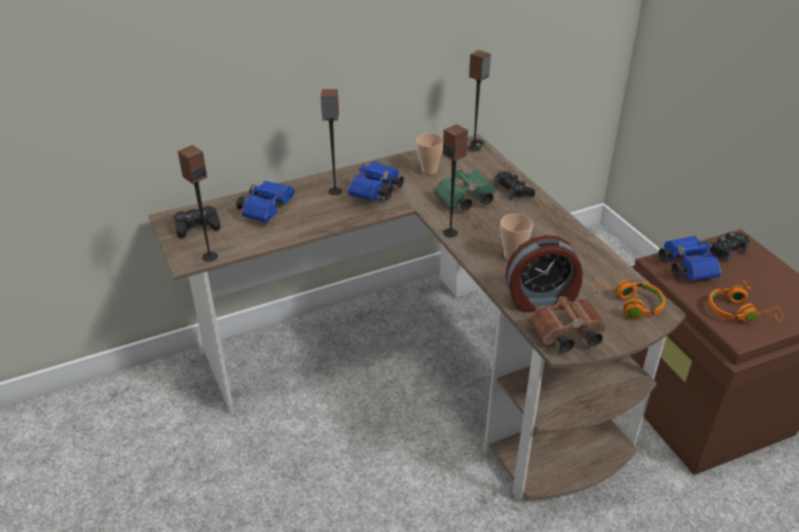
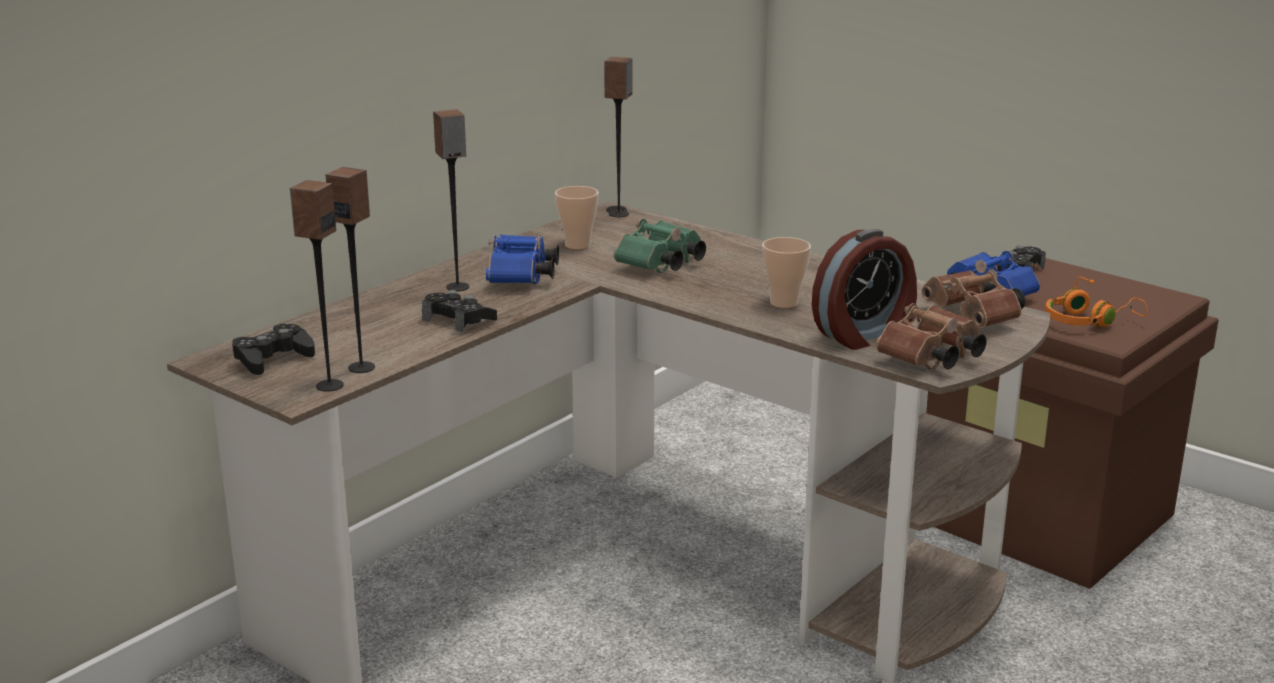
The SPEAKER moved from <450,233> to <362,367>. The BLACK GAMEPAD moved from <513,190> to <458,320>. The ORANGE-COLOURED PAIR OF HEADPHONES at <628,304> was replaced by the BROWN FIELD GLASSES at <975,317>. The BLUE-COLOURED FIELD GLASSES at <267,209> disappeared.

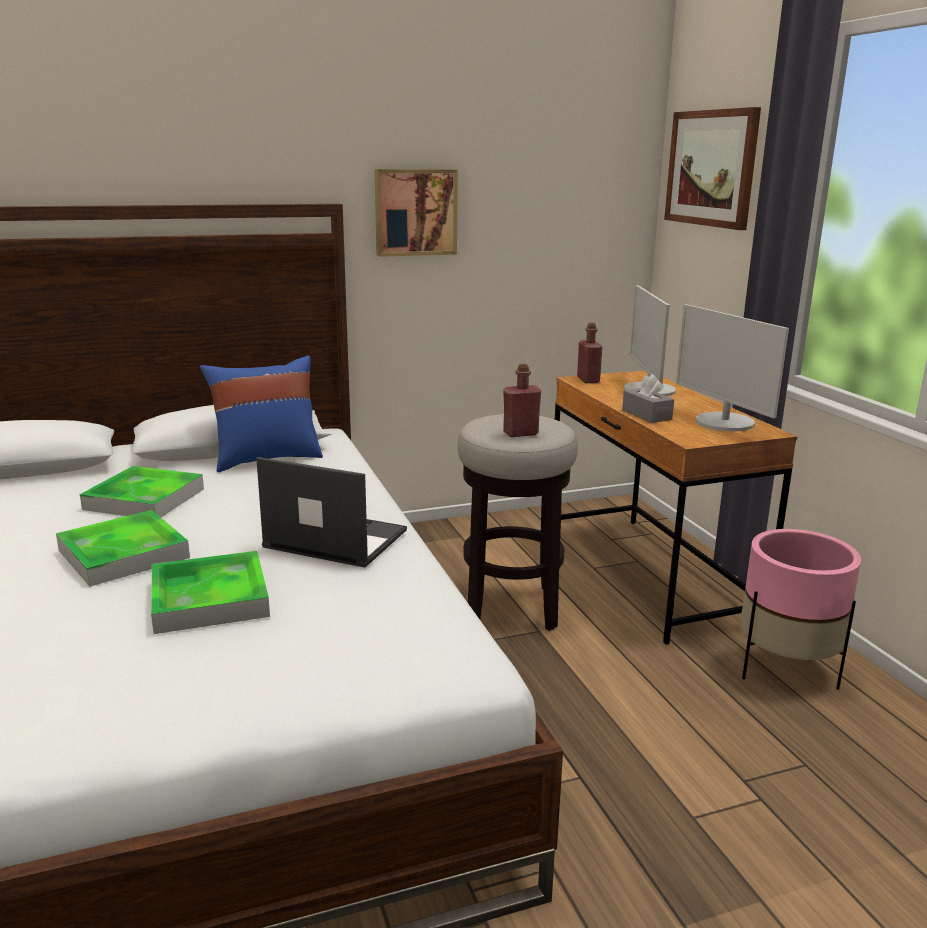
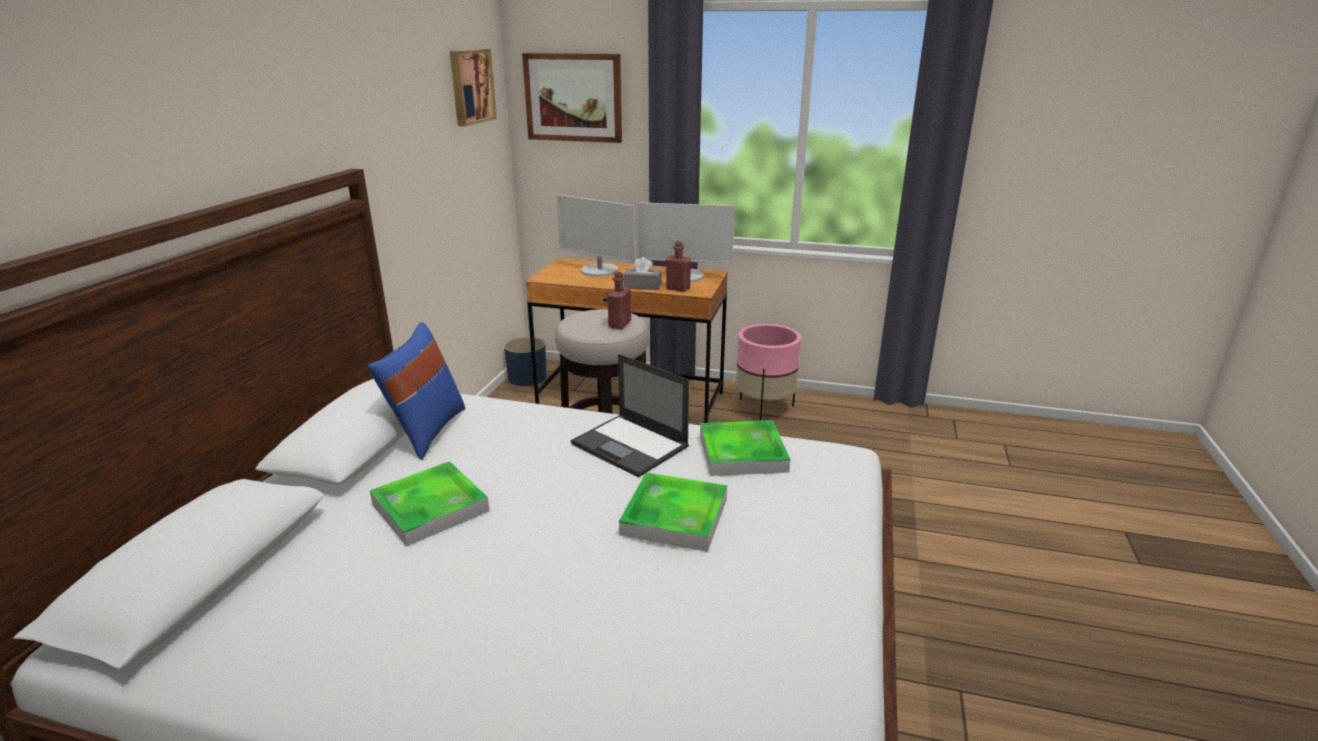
The PICTURE moved from <415,212> to <470,86>. The BLUE-COLOURED PLANTER at <527,377> appeared. The PORTABLE COMPUTER at <334,538> turned 105 degrees counterclockwise. The RED BOTTLE moved from <588,380> to <678,289>. The SERVING TRAY moved from <123,554> to <742,453>.

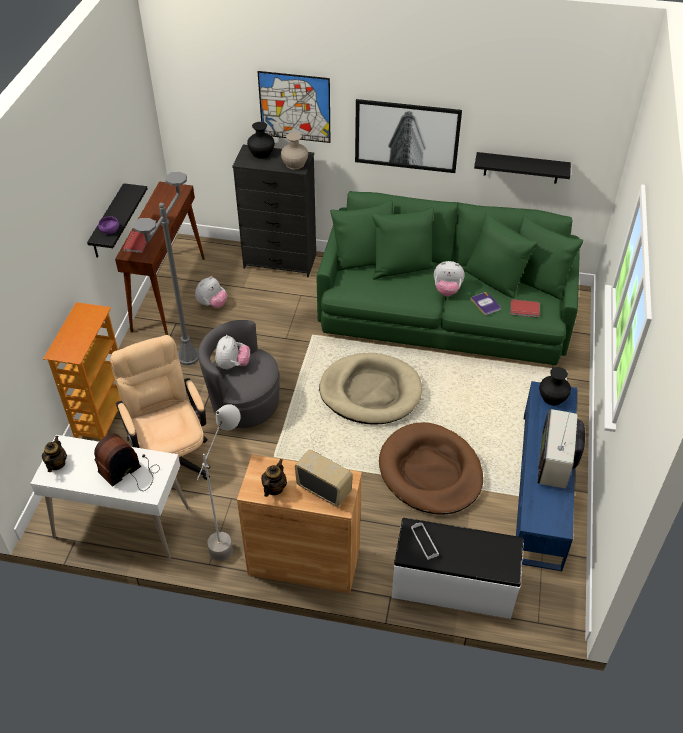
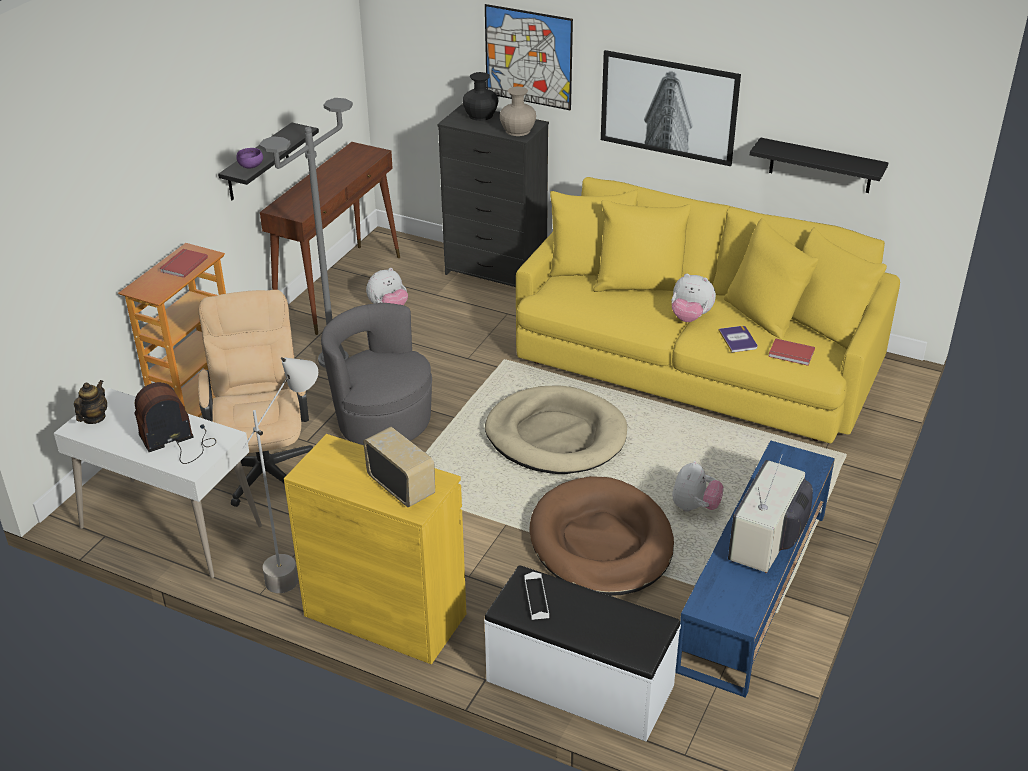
The RED VOLUME moved from <136,243> to <182,265>. The BROWN CUPBOARD at <304,561> became the YELLOW CUPBOARD at <385,615>. The GREEN SOFA at <444,310> became the YELLOW SOFA at <696,358>. The CUDDLY TOY moved from <233,365> to <695,507>. The TEA POT at <274,488> disappeared. The BLACK VASE at <552,397> disappeared.

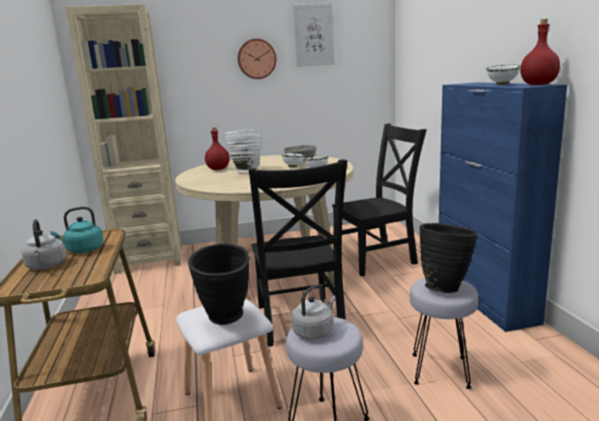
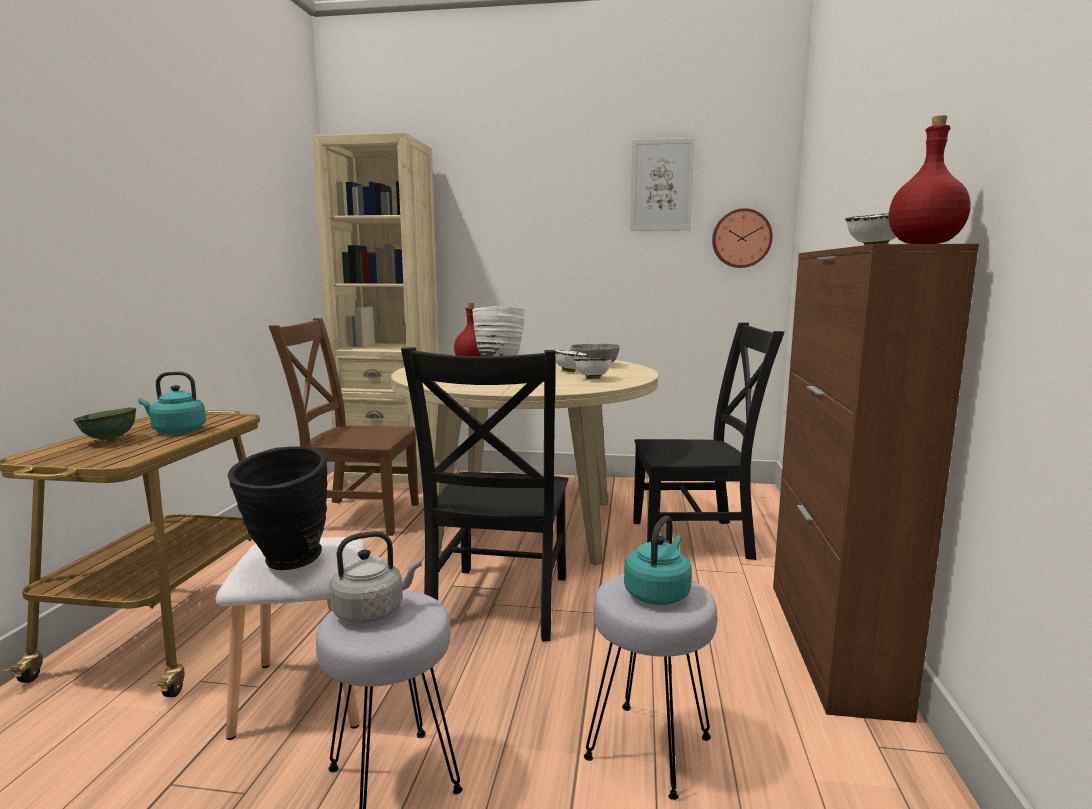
The GREYISH WATER KETTLE at <46,266> was replaced by the GREEN DEEP DISH at <109,441>. The BROWN UPRIGHT CHAIR at <356,516> appeared. The BLACK VASE at <445,287> was replaced by the TURQUOISE WATER KETTLE at <658,593>. The WALL CLOCK moved from <256,59> to <741,238>. The BLUE-COLOURED CUPBOARD at <484,298> became the BROWN CUPBOARD at <831,644>.

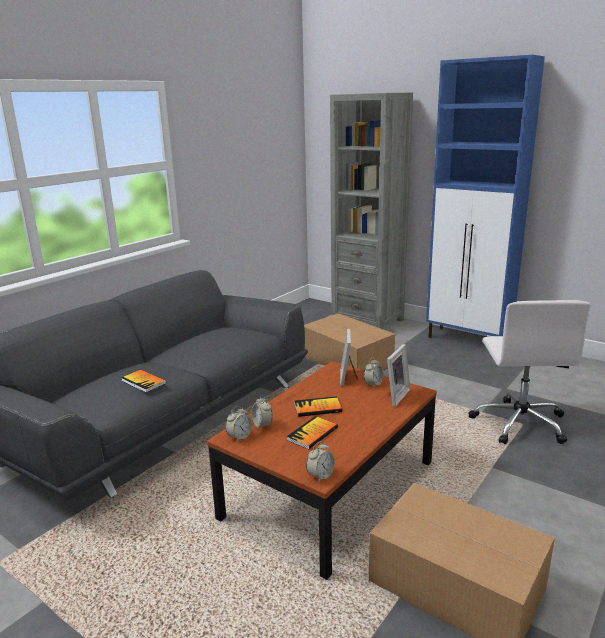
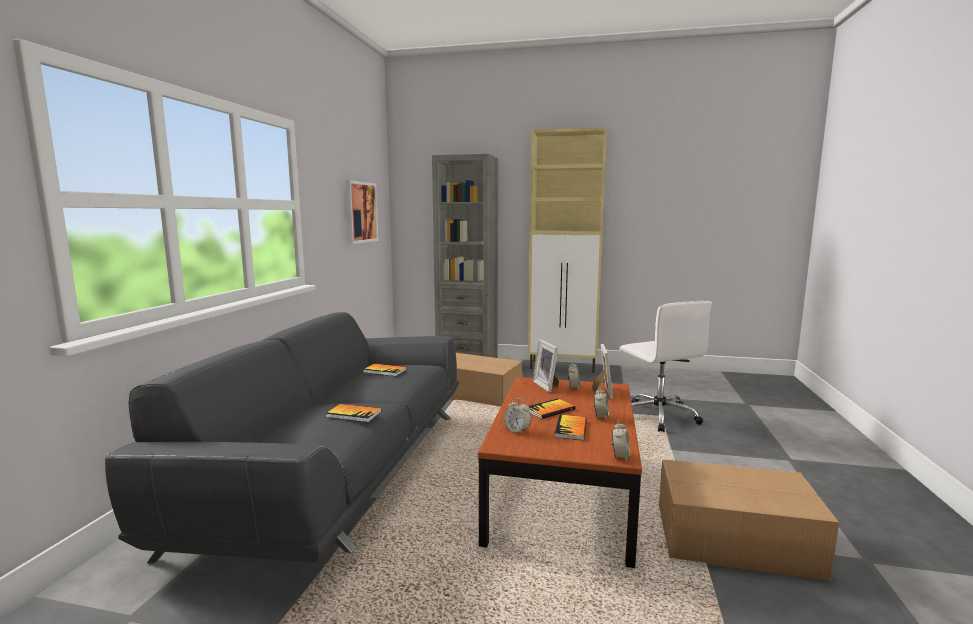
The PICTURE at <360,212> appeared. The VOLUME at <385,371> appeared. The BLUE-COLOURED CUPBOARD at <468,340> became the BEIGE CUPBOARD at <563,367>. The BEDSIDE CLOCK moved from <239,437> to <601,417>.

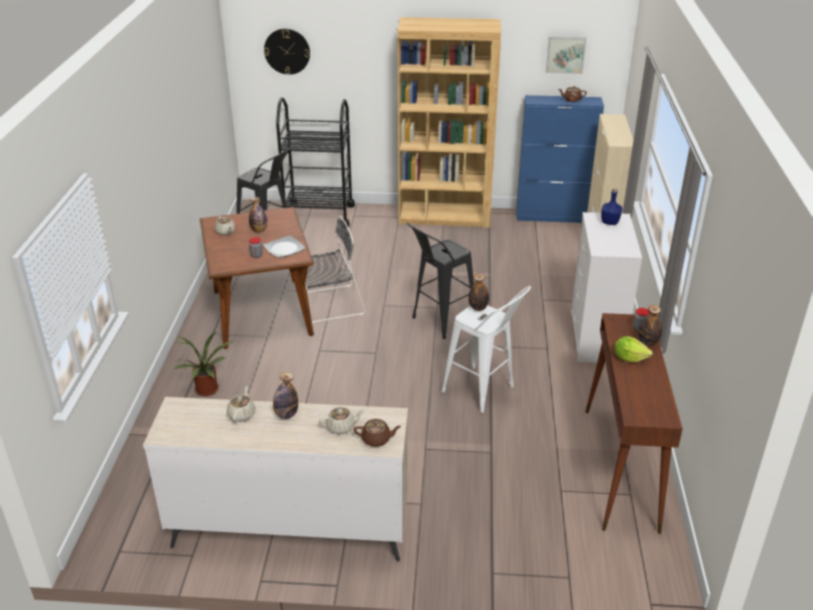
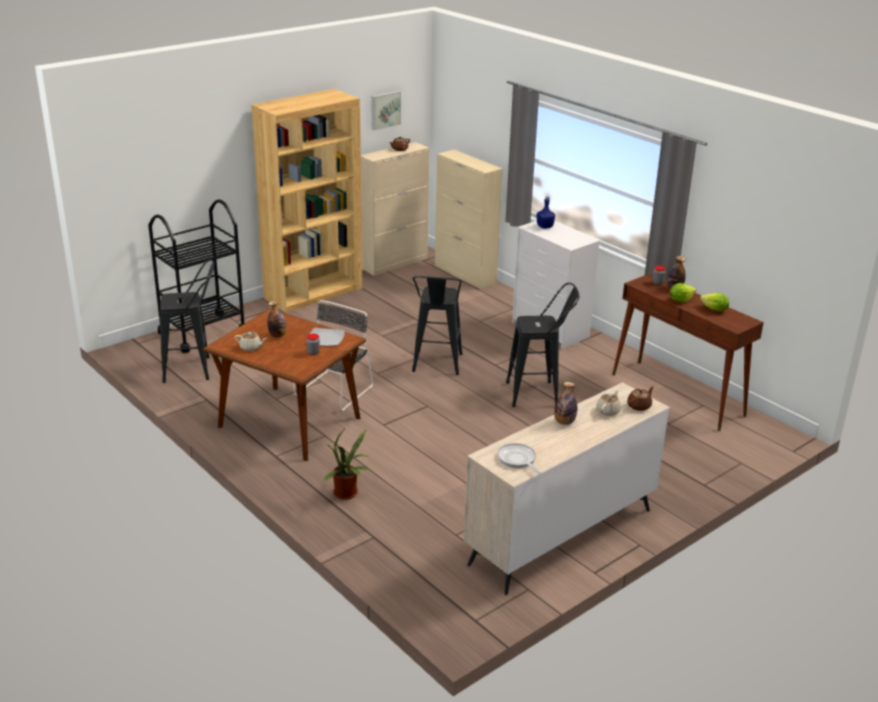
The BLUE-COLOURED CUPBOARD at <552,216> became the BEIGE CUPBOARD at <395,263>. The FRYING PAN at <518,460> appeared. The WHITE SITTING STOOL at <483,393> became the BLACK SITTING STOOL at <539,394>. The LETTUCE HEAD at <714,310> appeared. The BEIGE TEA POT at <242,414> disappeared. The WALL CLOCK at <287,51> disappeared. The BOTTLE at <478,308> disappeared.

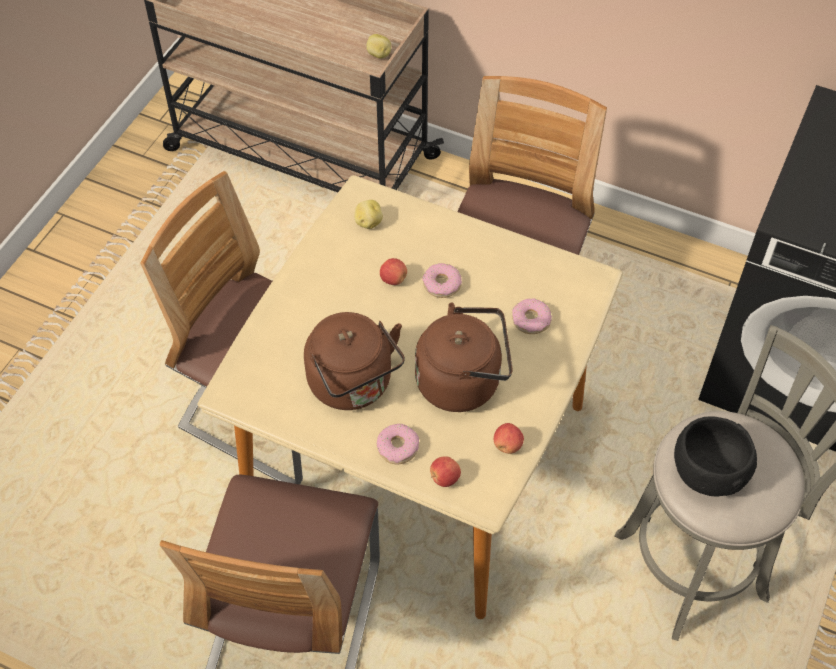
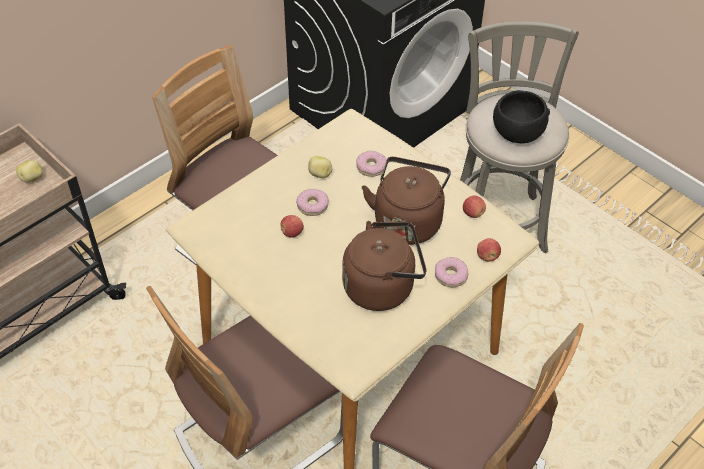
The SPUD moved from <368,222> to <320,174>.

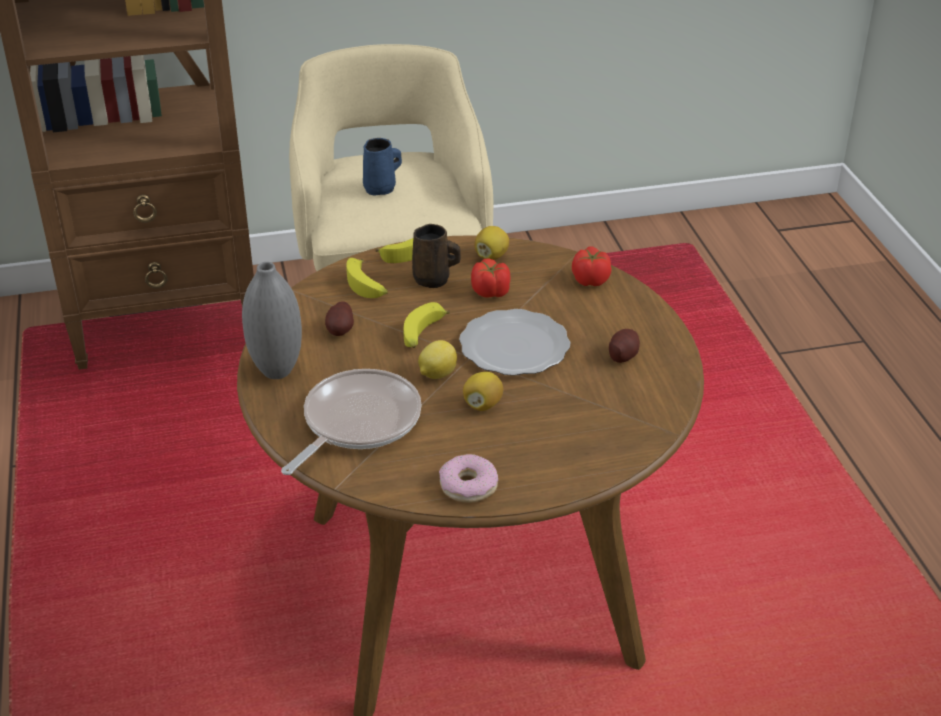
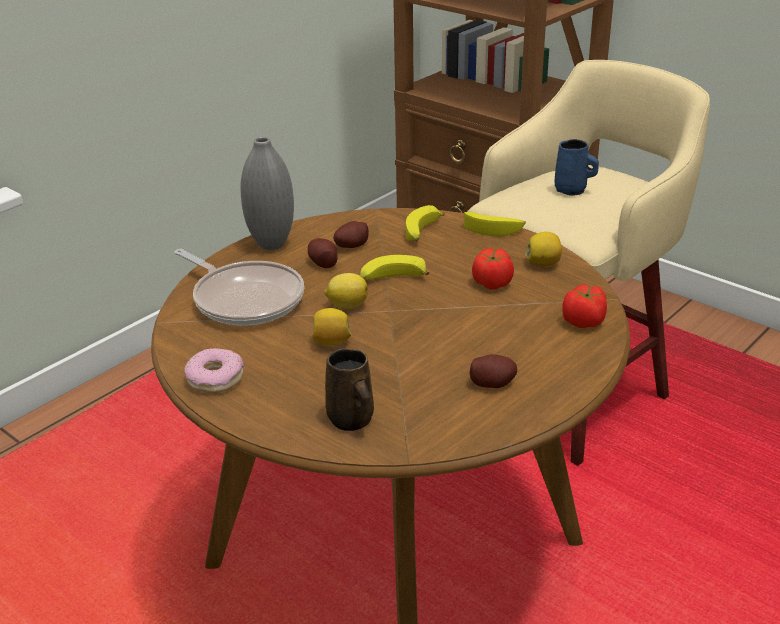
The FRYING PAN at <357,423> turned 45 degrees clockwise. The SPUD at <323,263> appeared. The BROWN MUG moved from <434,280> to <352,420>. The PLATE at <512,346> disappeared.

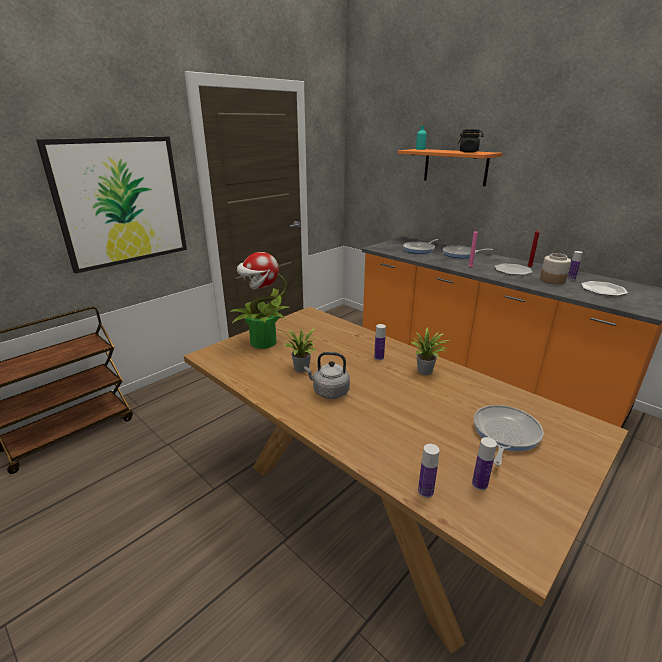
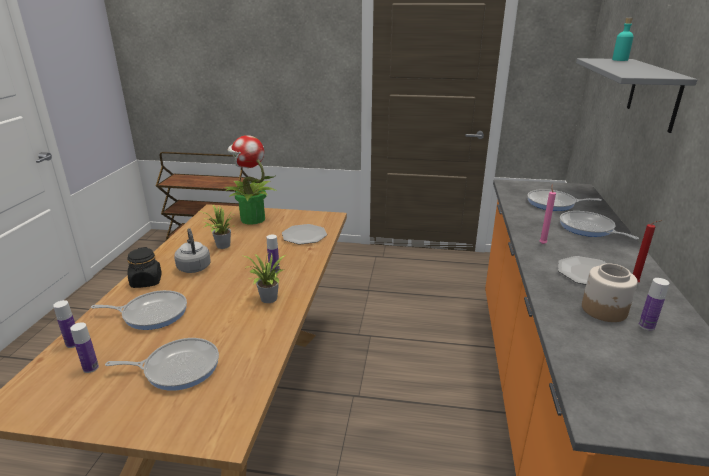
The FRYING PAN at <152,313> appeared. The BLACK PRESERVE JAR moved from <469,152> to <146,281>. The PLATE moved from <603,290> to <304,235>. The ORANGE-COLOURED SHELF at <455,167> became the GREYISH SHELF at <654,94>. The PICTURE at <121,202> disappeared.

